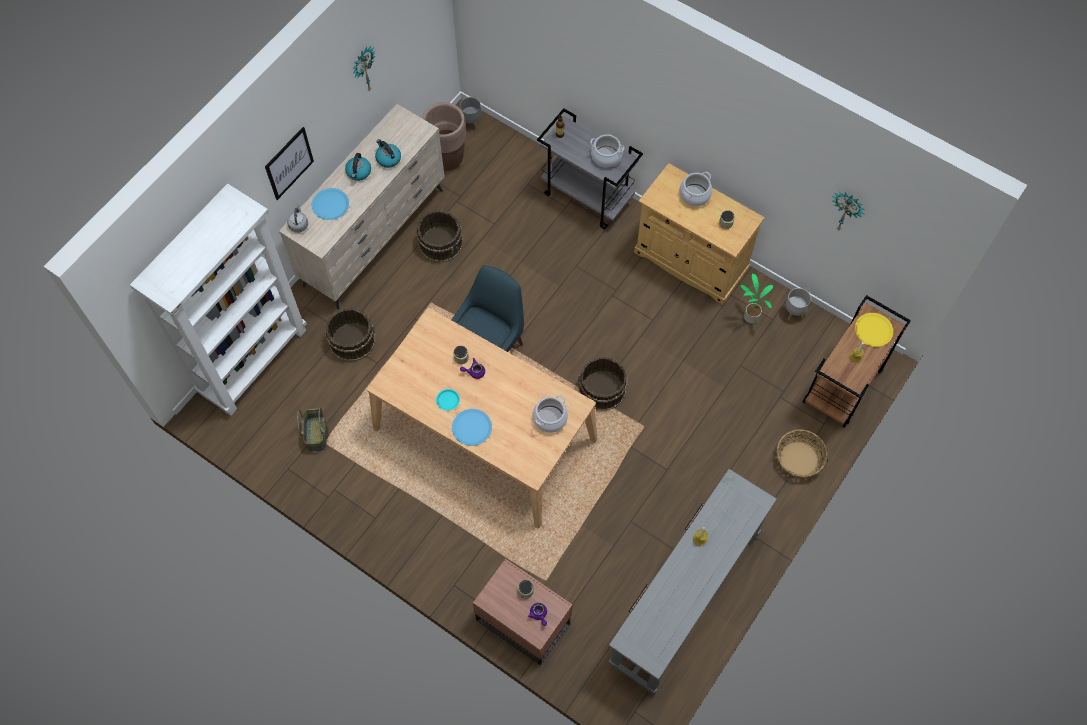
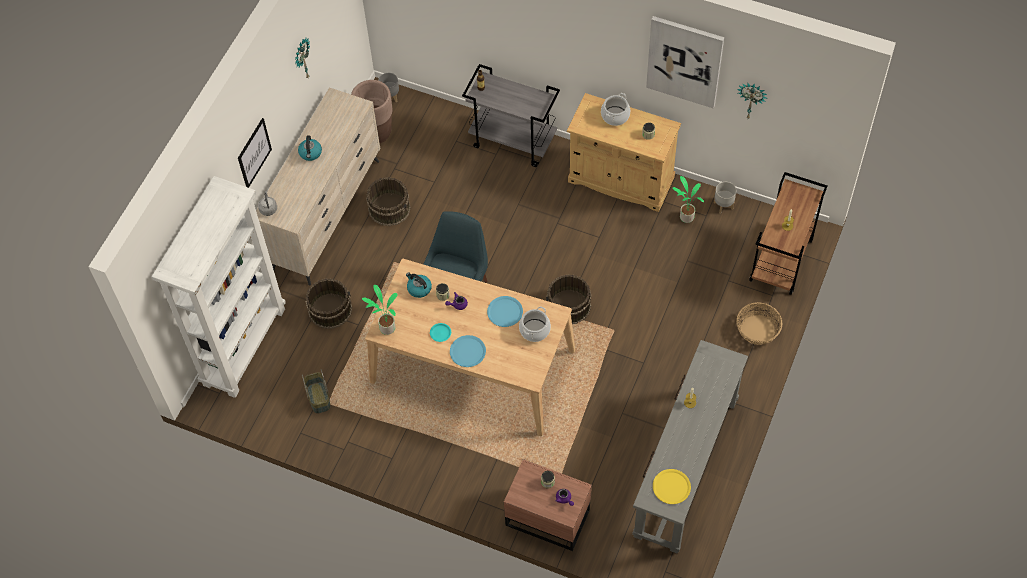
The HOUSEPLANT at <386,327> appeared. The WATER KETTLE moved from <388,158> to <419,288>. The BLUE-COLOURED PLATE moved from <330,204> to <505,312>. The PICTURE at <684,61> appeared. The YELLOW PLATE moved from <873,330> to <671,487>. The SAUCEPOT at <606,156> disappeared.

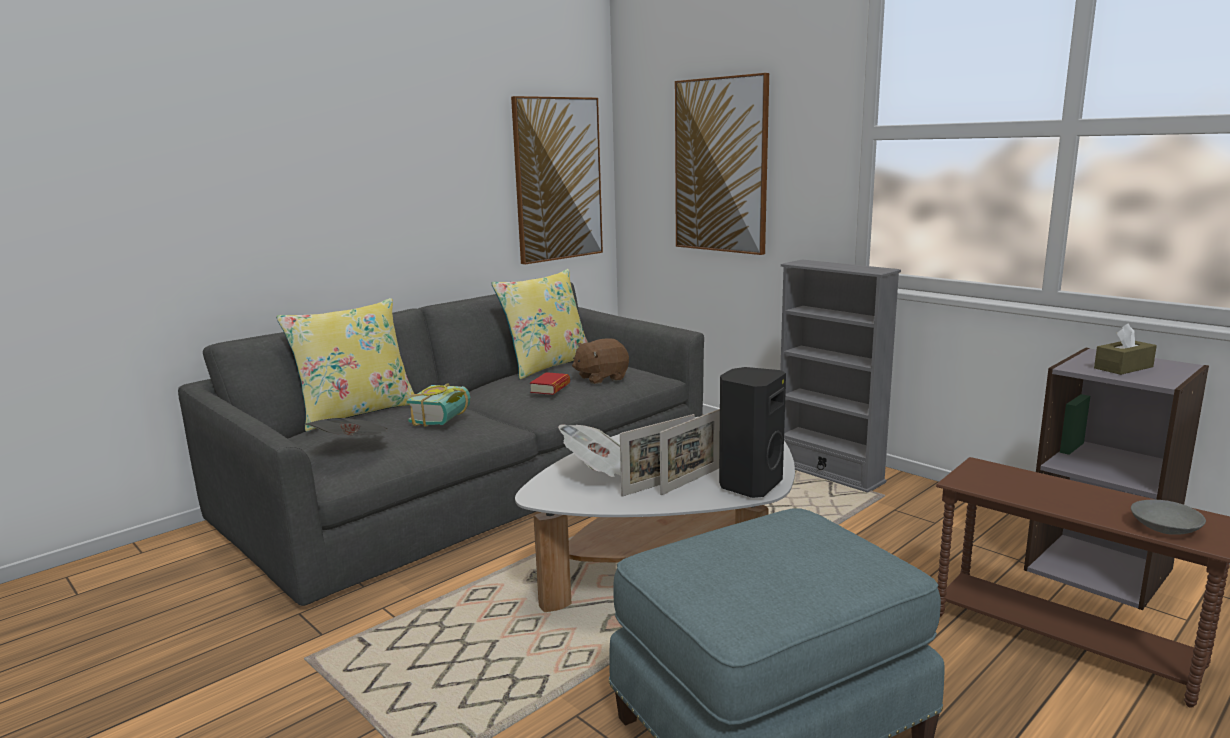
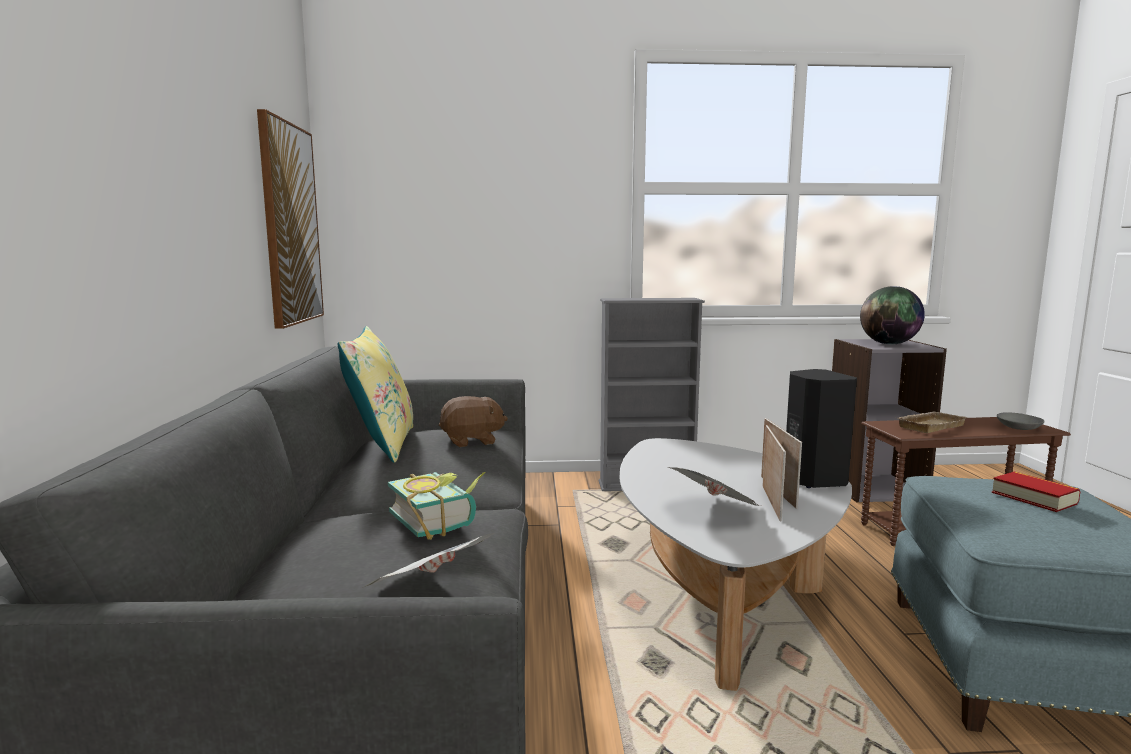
The BROWN CUDDLY TOY at <601,378> turned 120 degrees counterclockwise. The BROWN TISSUE HOLDER at <1123,367> was replaced by the WORLD GLOBE at <889,344>. The BEIGE SERVING TRAY at <929,426> appeared. The VOLUME moved from <550,388> to <1034,498>. The YELLOW THROW PILLOW at <356,413> disappeared. The PICTURE at <721,166> disappeared.

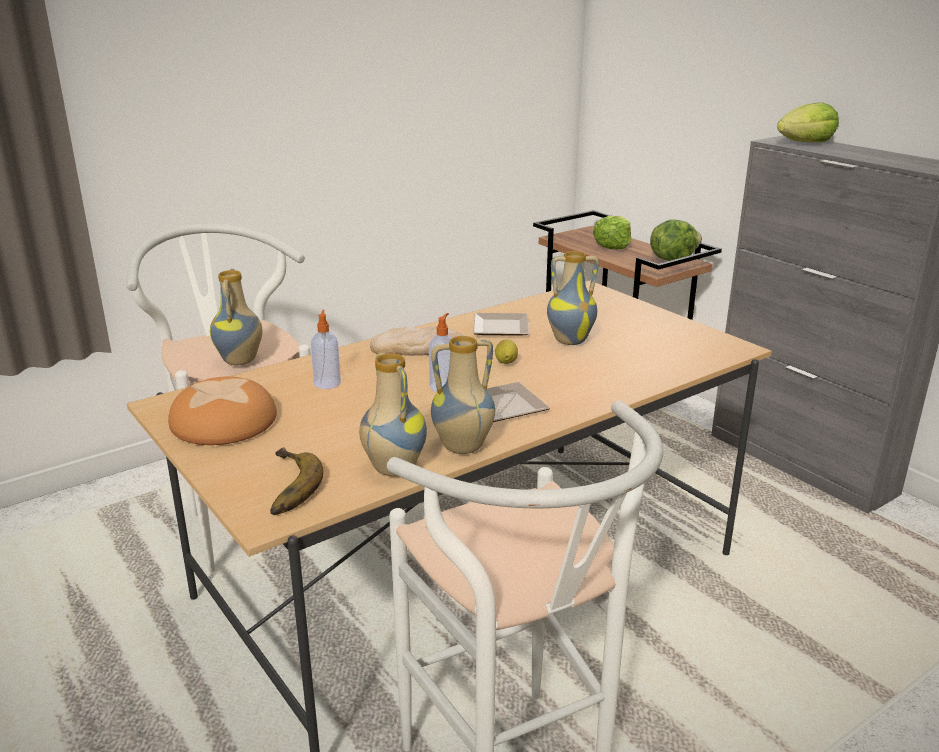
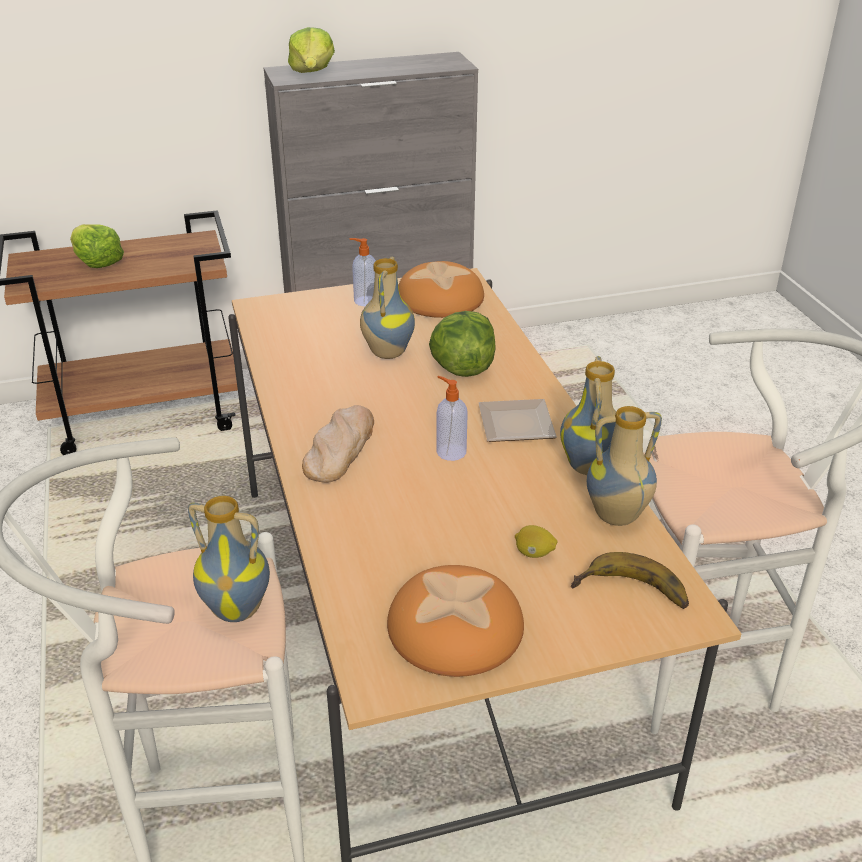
The SOAP DISPENSER moved from <327,383> to <365,301>. The BREAD at <441,298> appeared. The LETTUCE HEAD moved from <672,259> to <462,368>. The WHOLE LEMON moved from <506,363> to <534,553>. The PLATE at <503,327> disappeared.

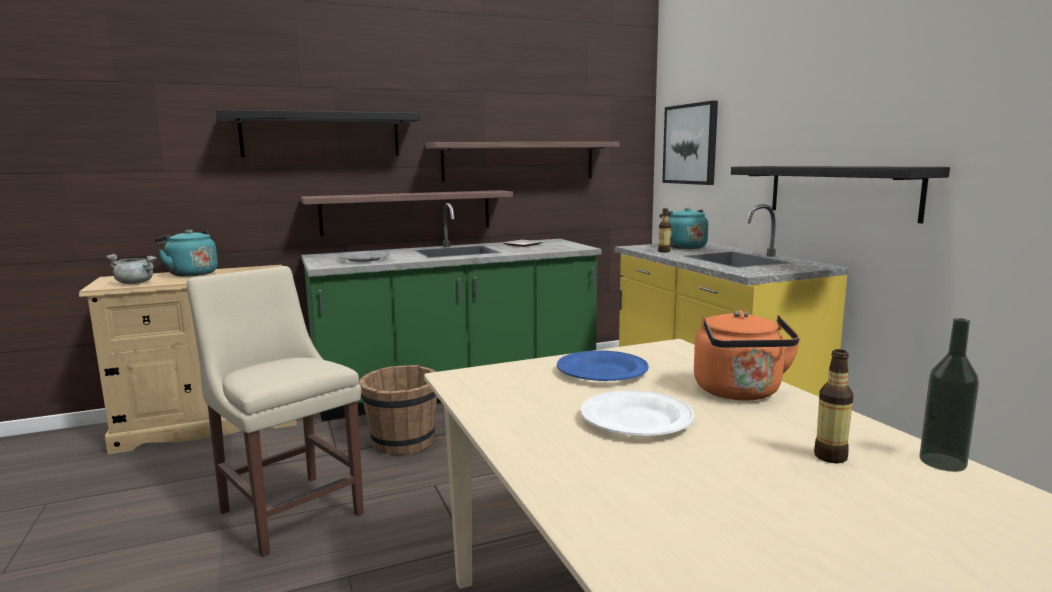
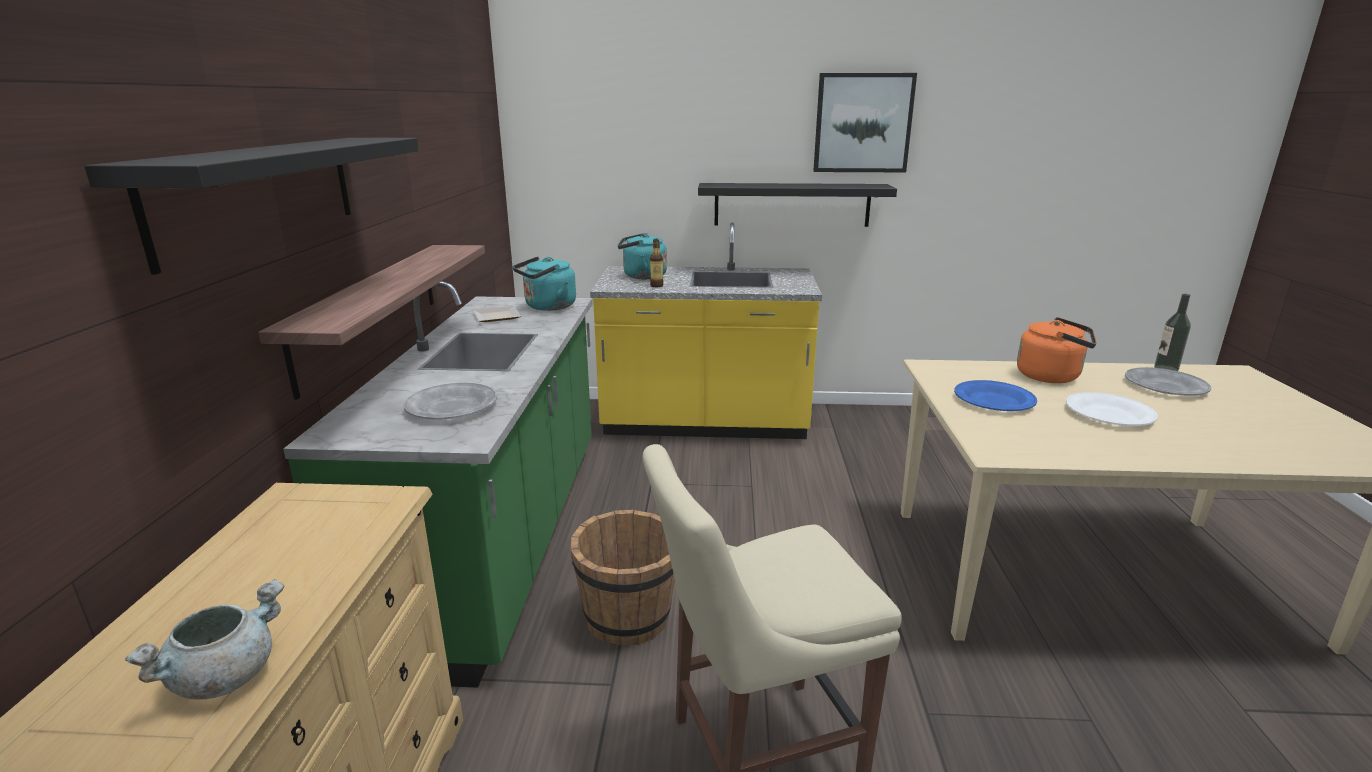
The TURQUOISE WATER KETTLE moved from <190,274> to <548,307>. The PICTURE moved from <690,144> to <863,123>. The BOTTLE at <830,457> was replaced by the GREYISH PLATE at <1164,386>. The SHELF at <519,161> disappeared.

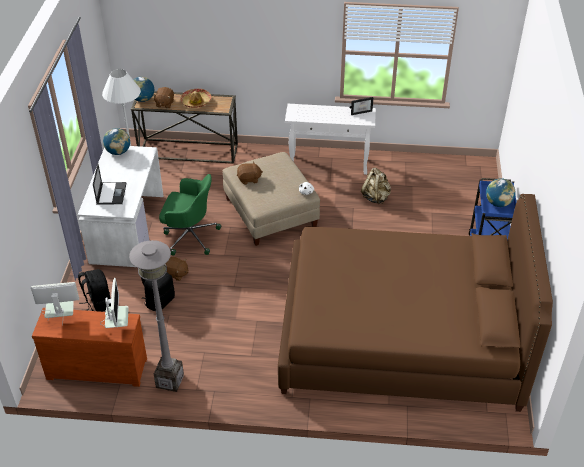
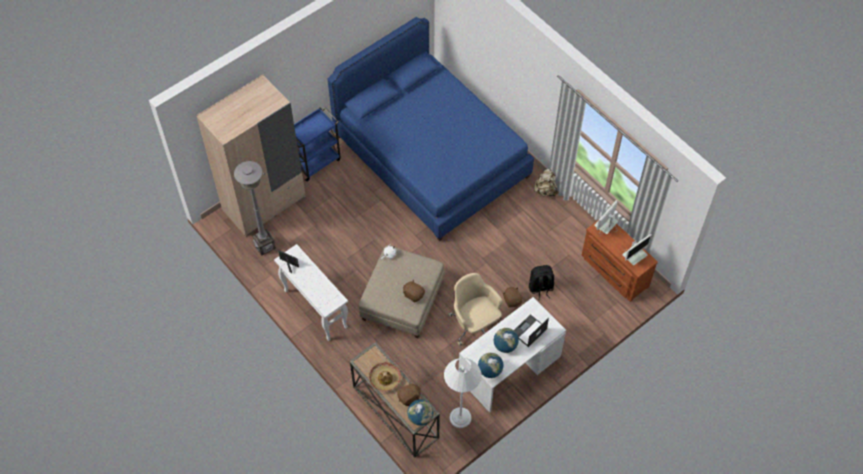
The BEIGE WARDROBE at <264,204> appeared. The GREYISH STANDING LAMP moved from <170,381> to <265,246>. The BROWN BEDROOM BED at <400,336> became the BLUE-COLOURED BEDROOM BED at <431,156>. The GREEN COMPUTER CHAIR at <190,236> became the BEIGE COMPUTER CHAIR at <475,324>. The WORLD GLOBE moved from <498,203> to <505,345>. The BEIGE RUCKSACK moved from <376,197> to <545,190>. The MONITOR at <61,319> turned 75 degrees counterclockwise. The BLACK RUCKSACK at <97,303> disappeared.

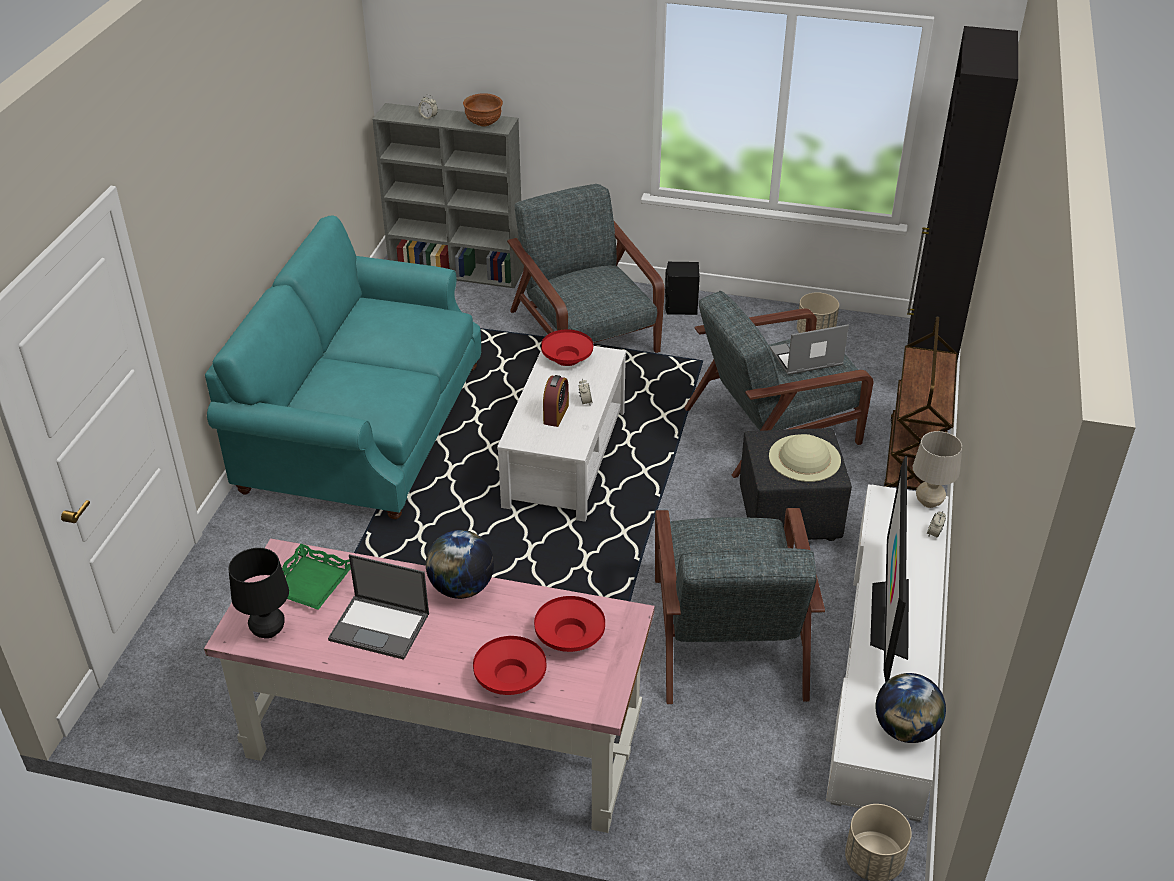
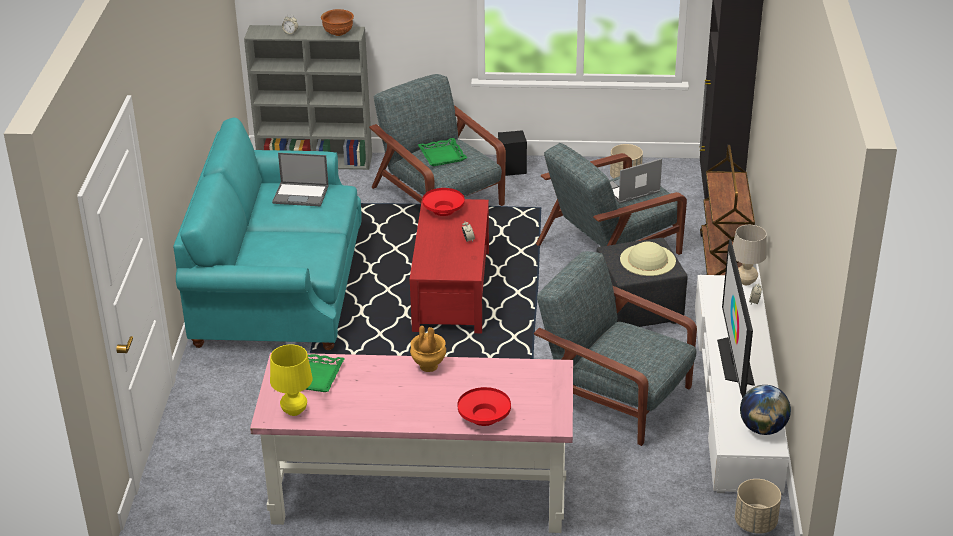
The BLACK LAMP FOR A TABLE at <268,631> became the YELLOW LAMP FOR A TABLE at <294,411>. The PORTABLE COMPUTER moved from <380,627> to <301,194>. The WHITE COFFEE TABLE at <563,458> became the RED COFFEE TABLE at <450,291>. The WORLD GLOBE at <461,588> was replaced by the BROWN VASE at <428,366>. The GREEN SERVING TRAY at <442,156> appeared. The GREYISH EASY CHAIR at <728,633> turned 135 degrees clockwise. The RED DEEP DISH at <569,636> disappeared. The BEDSIDE CLOCK at <556,414> disappeared.

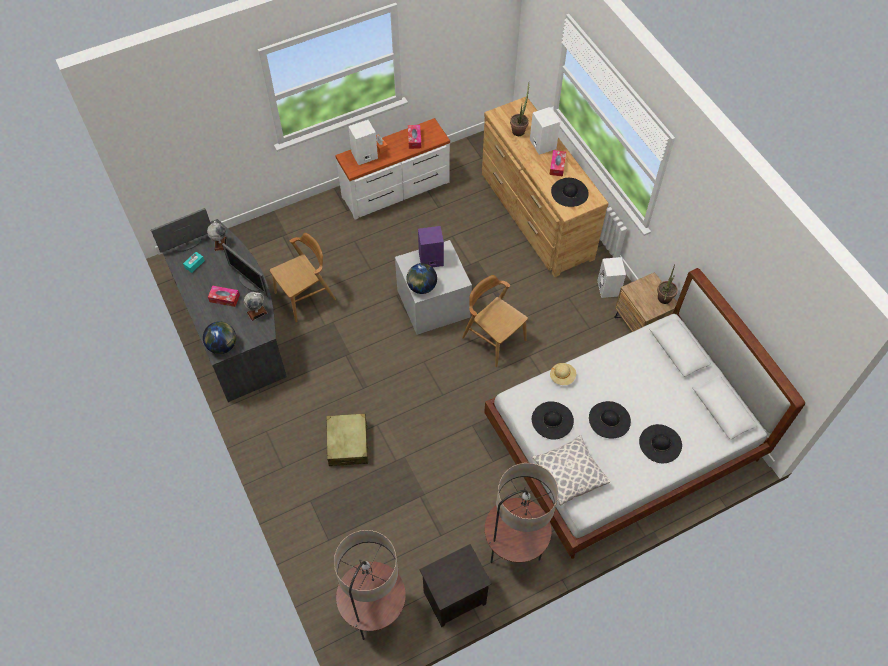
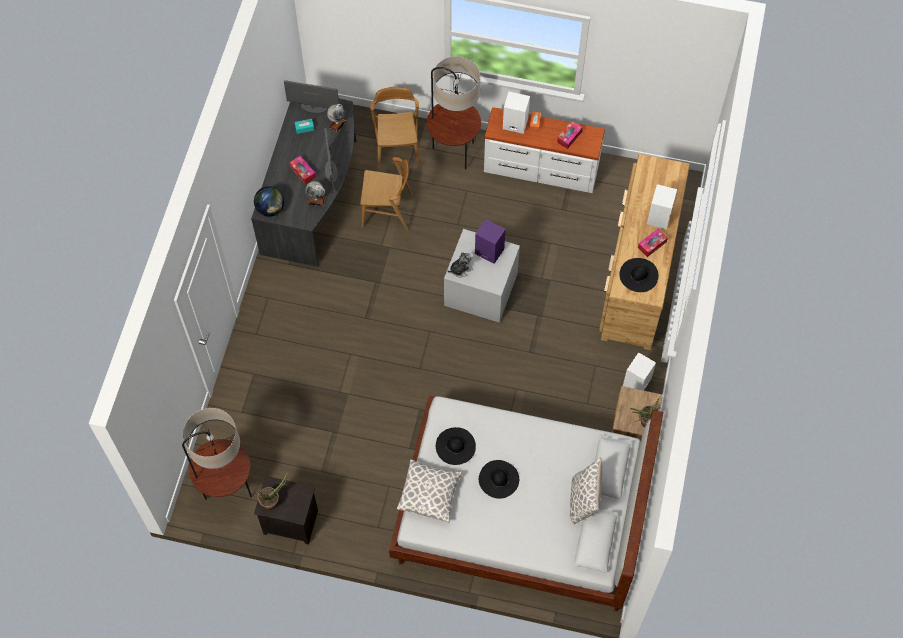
The HOUSEPLANT moved from <519,129> to <273,501>. The BROWN UPRIGHT CHAIR moved from <494,339> to <397,147>. The STANDING LAMP moved from <513,551> to <453,152>. The WORLD GLOBE at <421,287> was replaced by the CUDDLY TOY at <460,269>. The THROW PILLOW at <584,499> appeared. The BEIGE PIECE OF LUGGAGE at <348,443> disappeared. The BEIGE WEARABLE HAT at <562,377> disappeared. The BLACK WEARABLE HAT at <660,443> disappeared.

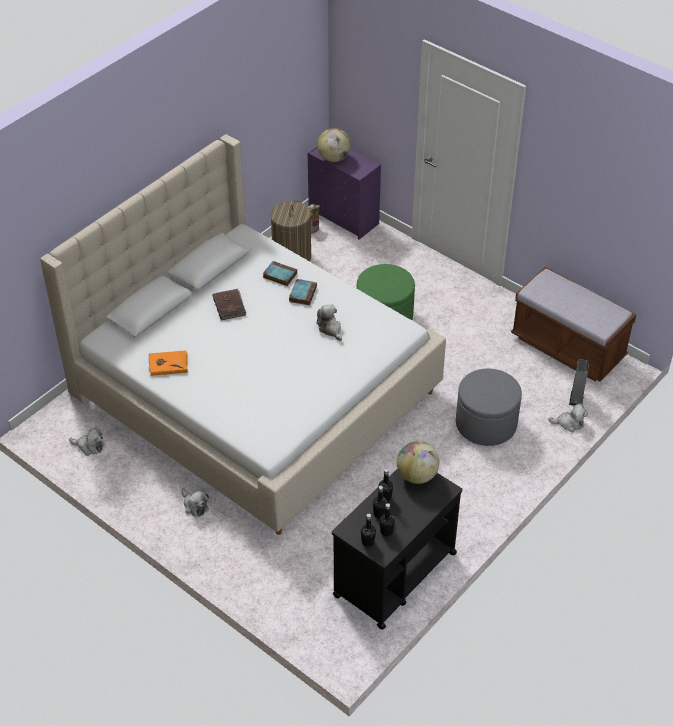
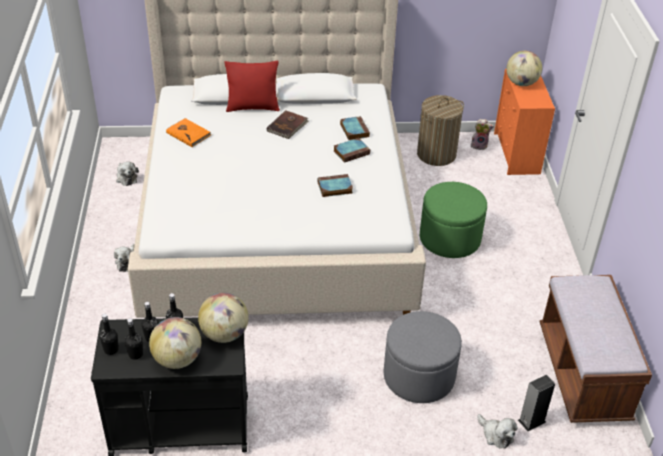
The WORLD GLOBE at <177,359> appeared. The RED THROW PILLOW at <253,107> appeared. The CUDDLY TOY at <330,329> was replaced by the VOLUME at <334,188>. The PURPLISH DRAWER CHEST at <344,218> became the ORANGE-COLOURED DRAWER CHEST at <517,154>.

